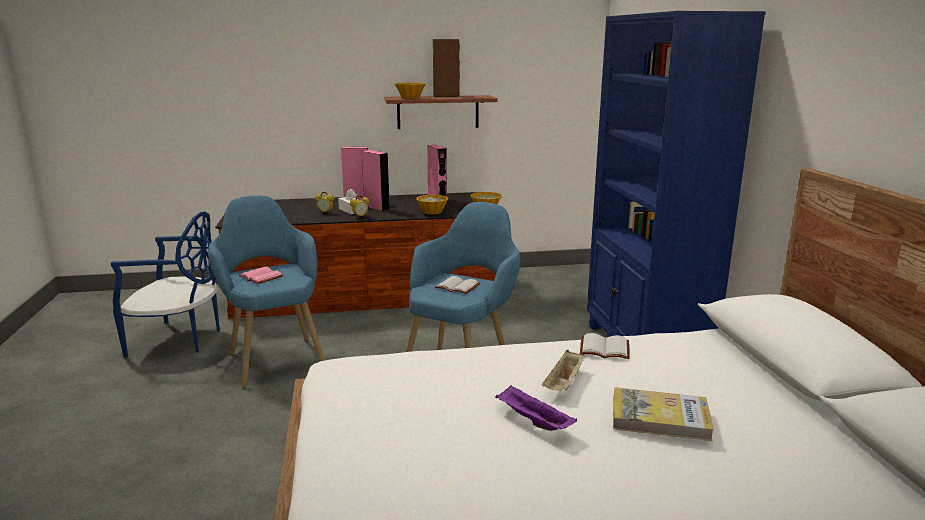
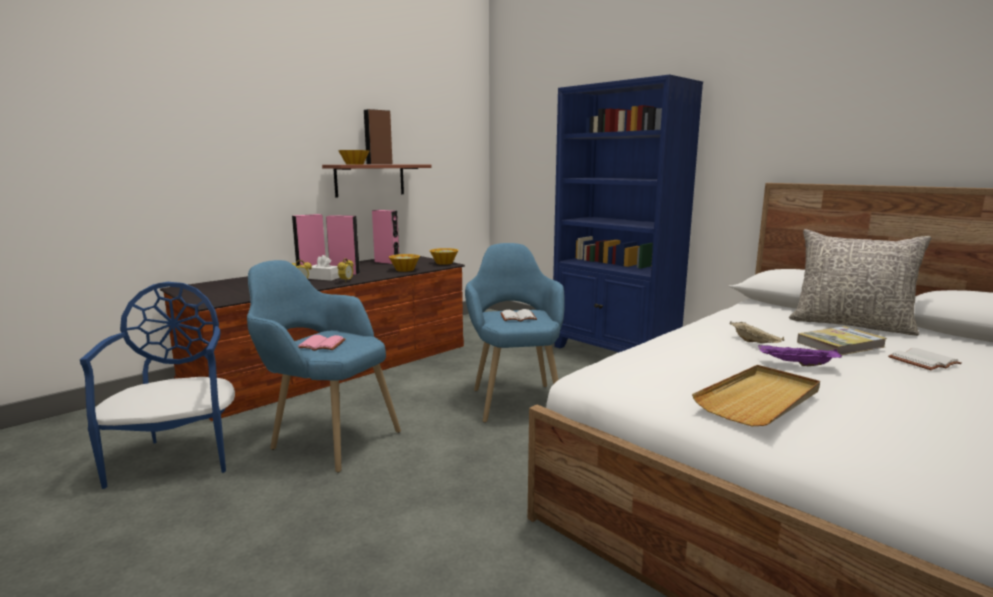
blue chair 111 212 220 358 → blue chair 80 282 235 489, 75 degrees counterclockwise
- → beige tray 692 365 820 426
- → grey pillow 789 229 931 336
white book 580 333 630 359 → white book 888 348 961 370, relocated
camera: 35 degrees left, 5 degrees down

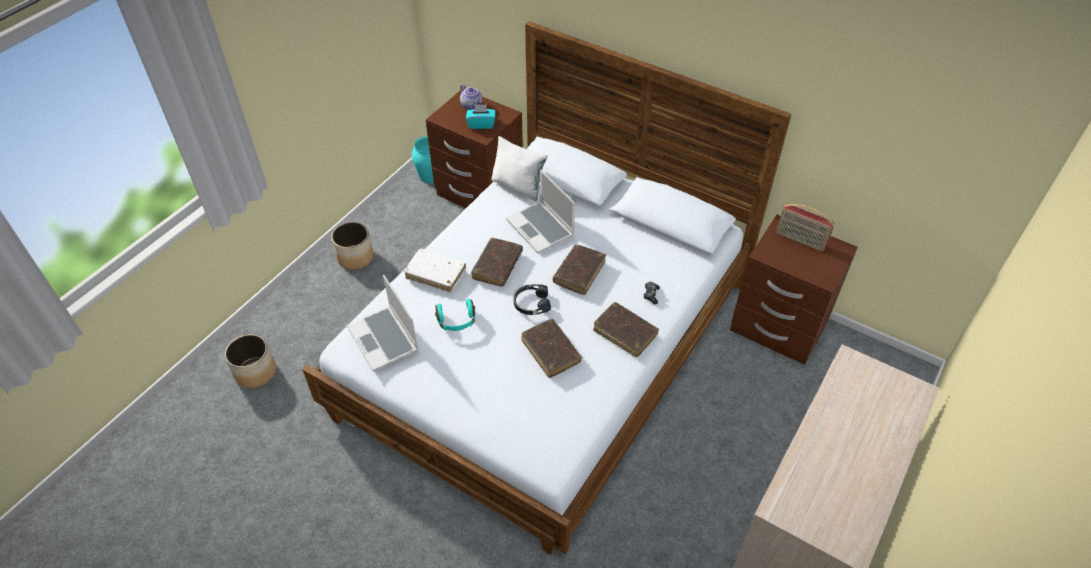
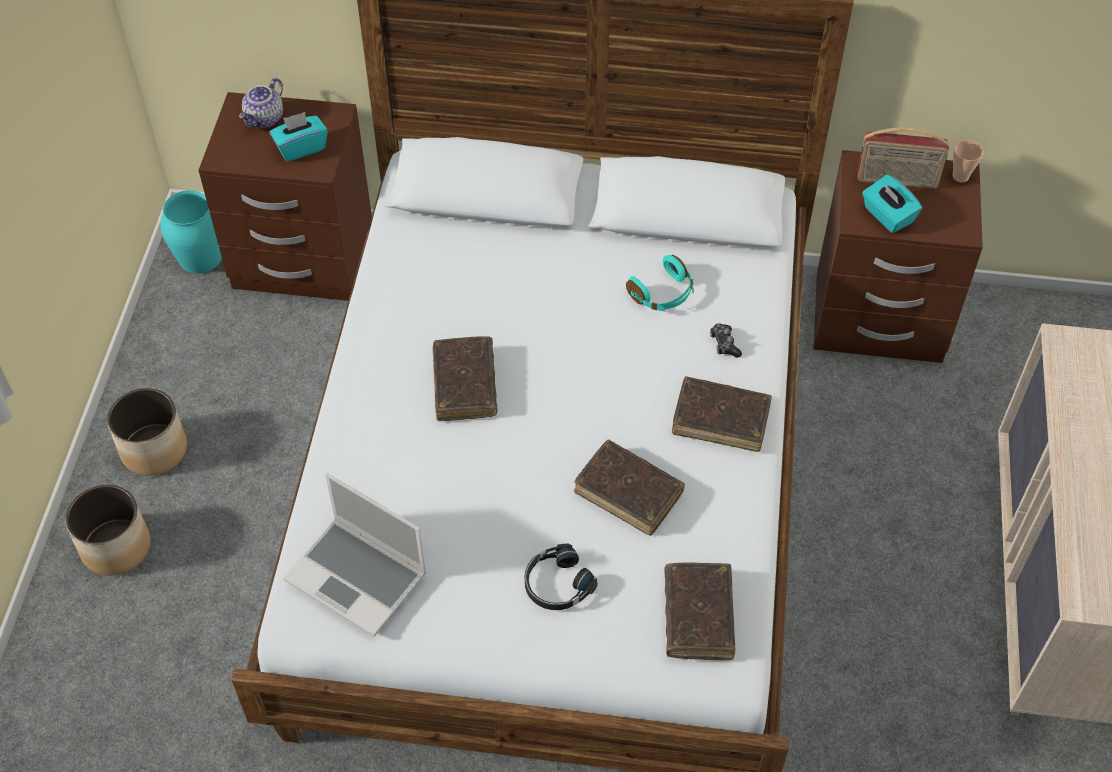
planter 225 334 276 388 → planter 65 485 150 576, relocated
teapot 460 84 483 110 → teapot 239 78 283 128, 90 degrees clockwise
black headphones 513 284 551 315 → black headphones 525 543 598 610, relocated
turquoise headphones 435 299 475 331 → turquoise headphones 626 255 694 311, relocated
brown book 553 245 606 295 → brown book 664 562 735 660, relocated
- → turquoise tissue box 862 174 922 233
- → cup 952 140 984 182
white book 404 248 466 293 → -
white pillow 491 136 548 201 → -
laptop 506 170 575 253 → -
camera: 25 degrees left, 5 degrees up

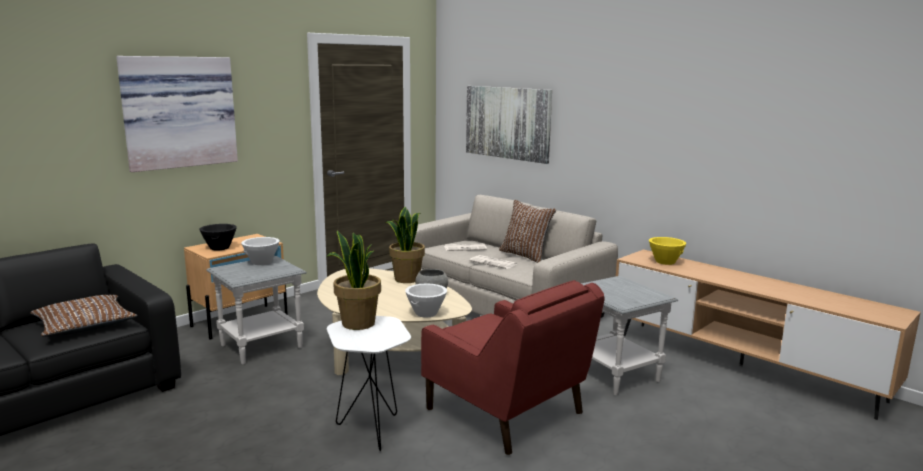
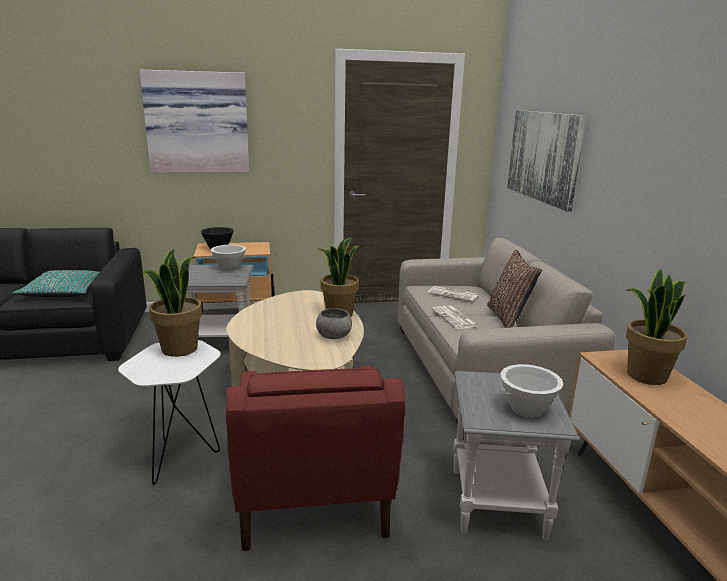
brown pillow 30 295 137 337 → turquoise pillow 12 270 100 297
white bowl 405 283 447 318 → white bowl 501 364 563 418, relocated
yellow bowl 649 237 686 265 → potted plant 626 269 688 385
camera: 35 degrees right, 5 degrees up

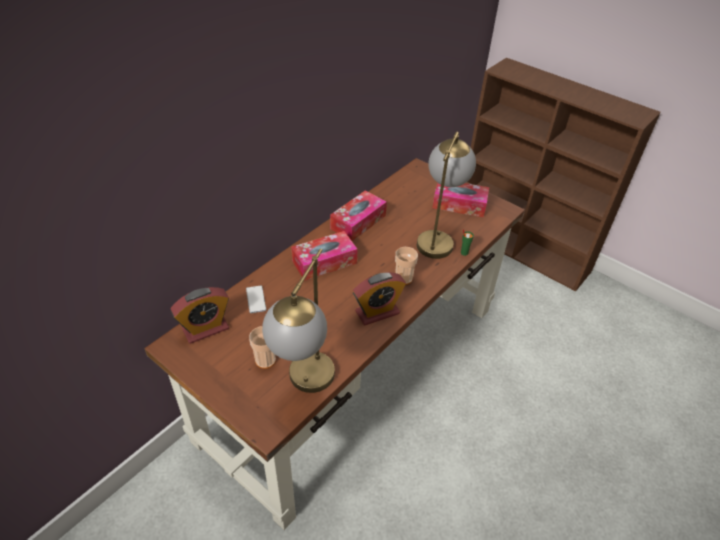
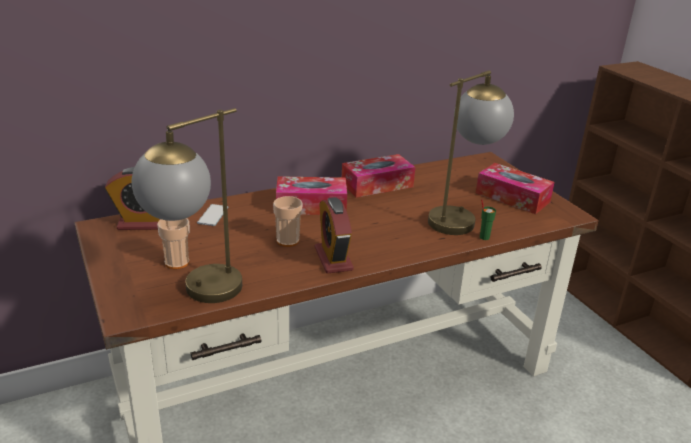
cup 395 247 418 285 → cup 273 196 303 247, relocated
alarm clock 353 272 406 325 → alarm clock 315 197 354 273, 75 degrees clockwise
camera: 25 degrees right, 15 degrees down

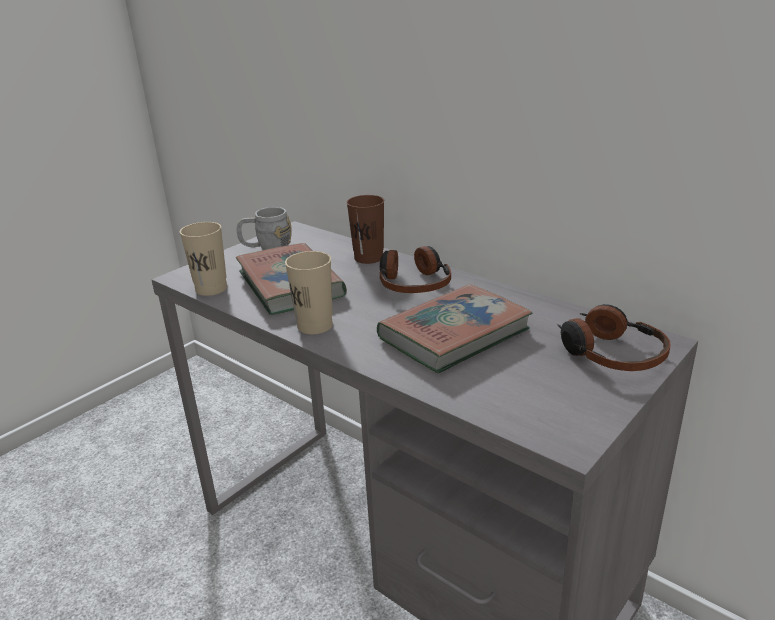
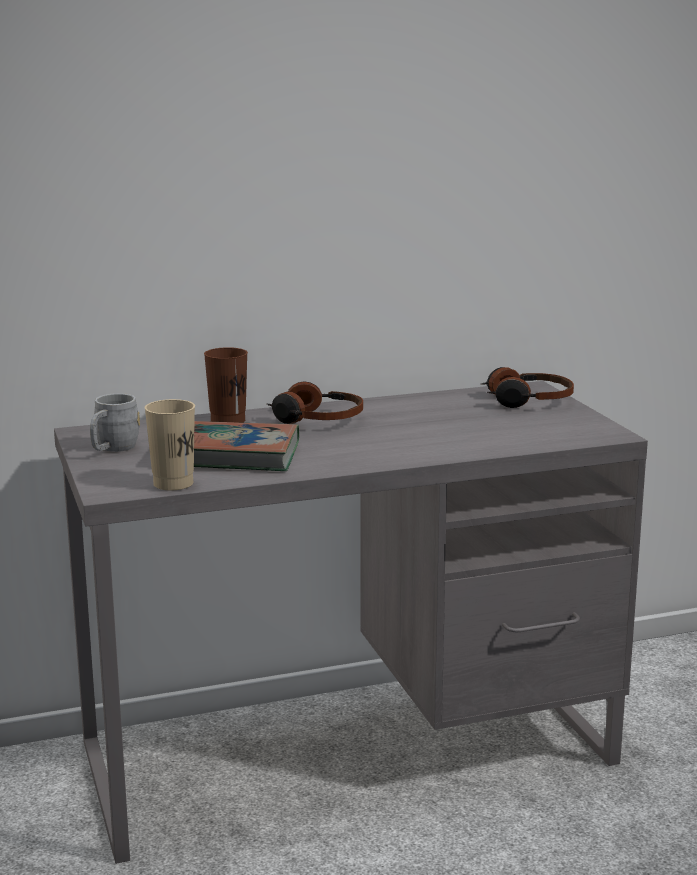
beige cup 285 251 333 334 → -
book 377 284 532 373 → -
camera: 60 degrees left, 10 degrees down

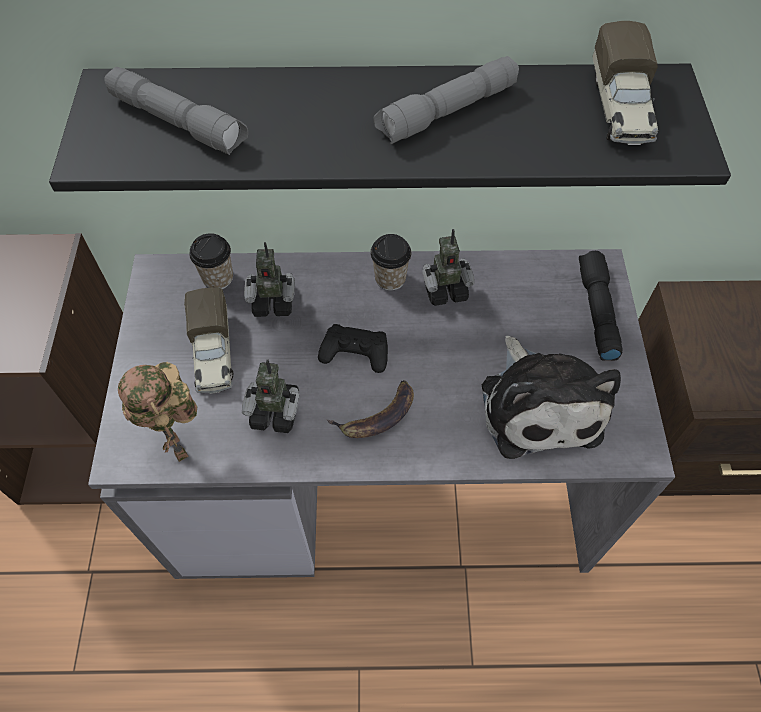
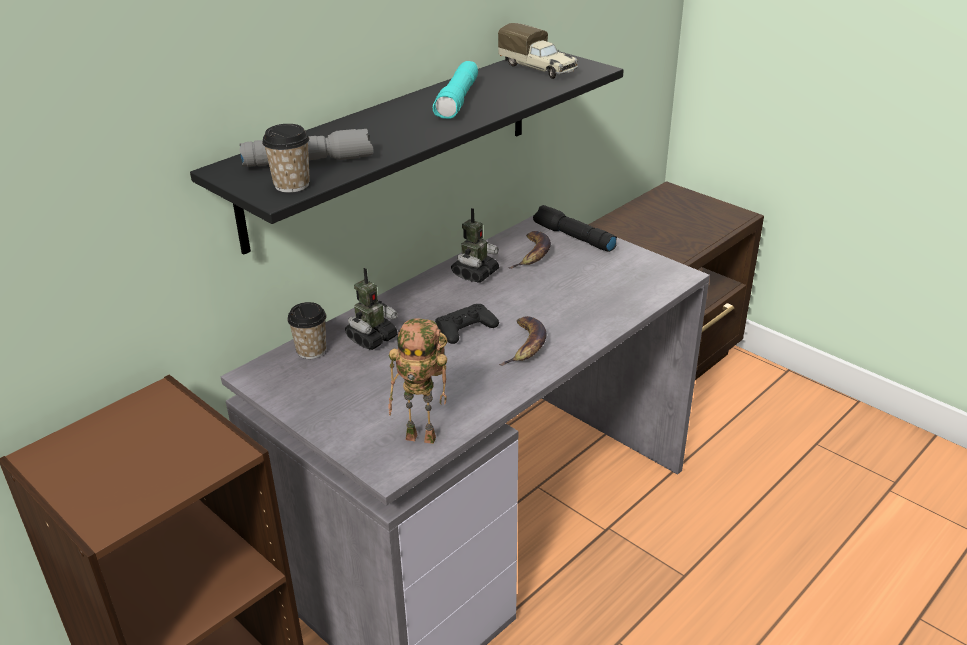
cup 370 234 411 291 → cup 262 124 310 193, relocated
grey flashlight 373 56 519 144 → turquoise flashlight 433 61 478 119
- → banana 508 231 551 269
toy truck 184 288 233 394 → -
toy robot 242 360 300 433 → -
plush toy 482 335 621 459 → -
camera: 45 degrees left, 25 degrees down

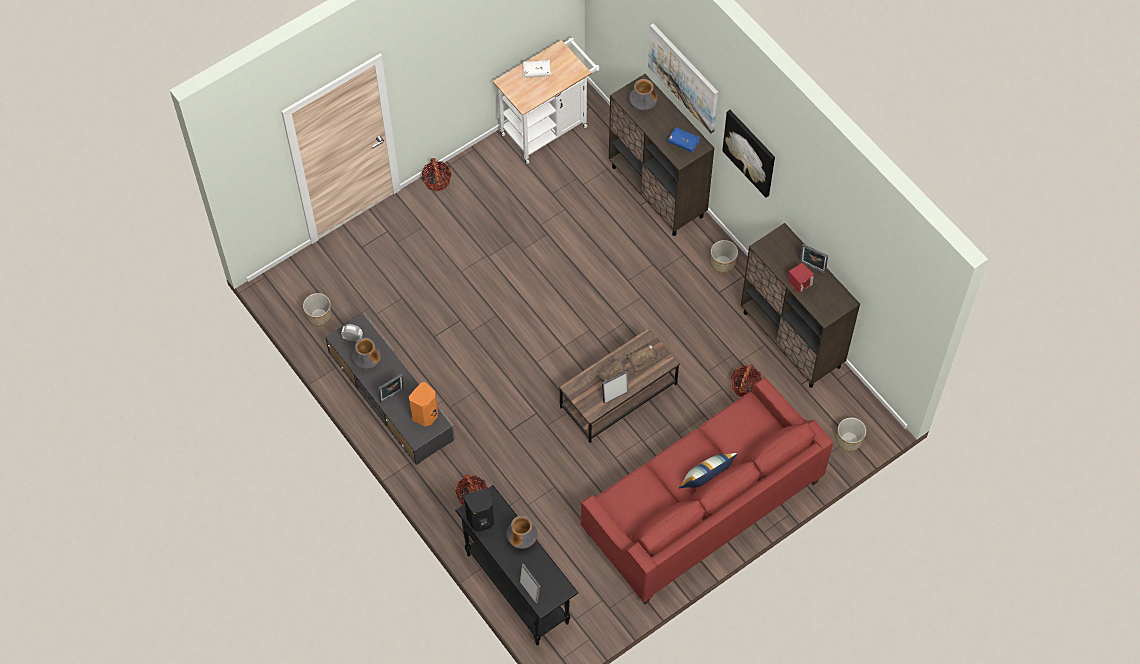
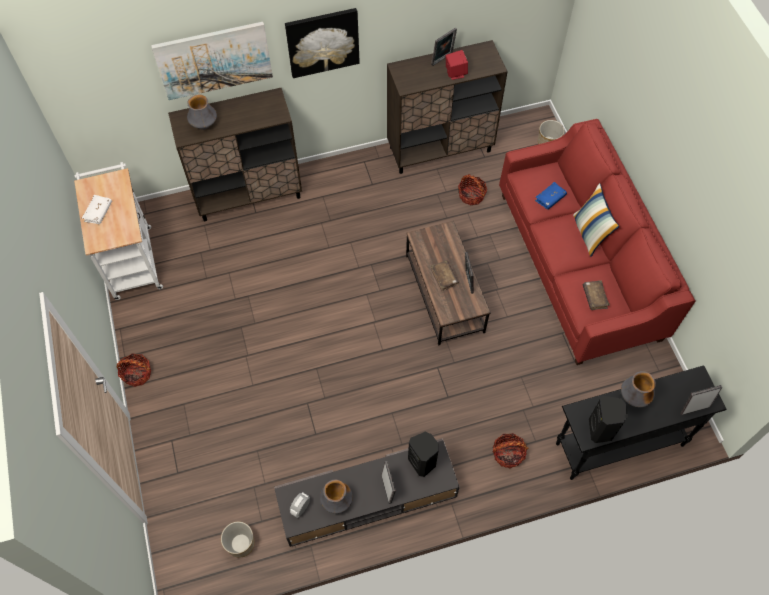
orange speaker 409 382 438 426 → black speaker 408 432 439 477
blue book 668 127 700 152 → blue book 535 182 567 210, relocated
brown book 627 344 660 372 → brown book 583 280 610 310, relocated
planter 711 240 738 273 → -
camera: 70 degrees left, 0 degrees up

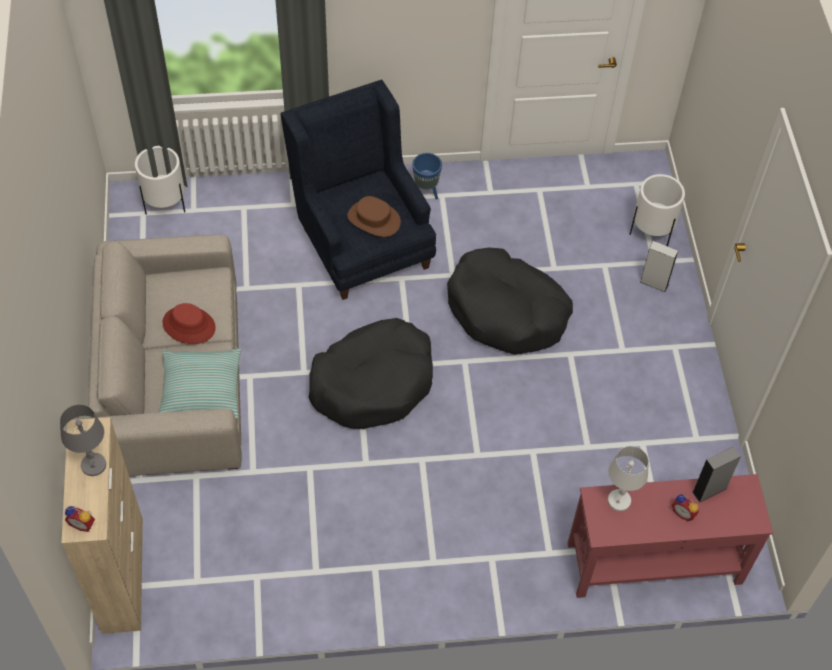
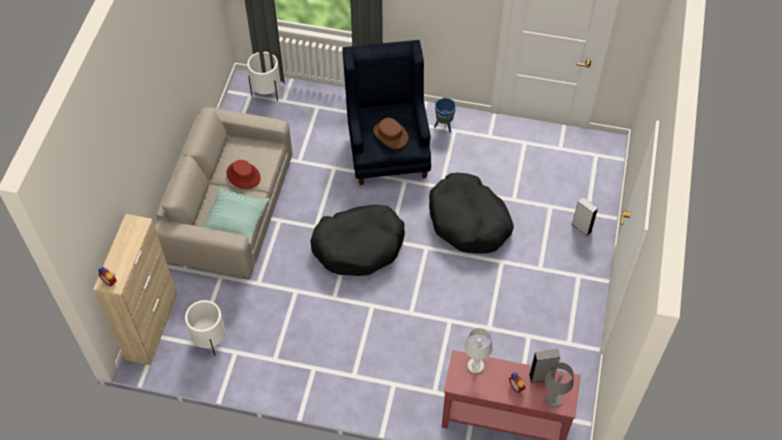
white planter 630 174 685 246 → white planter 185 300 226 355, relocated
grey table lamp 60 405 106 476 → grey table lamp 545 362 574 408, relocated
camera: 20 degrees right, 0 degrees up

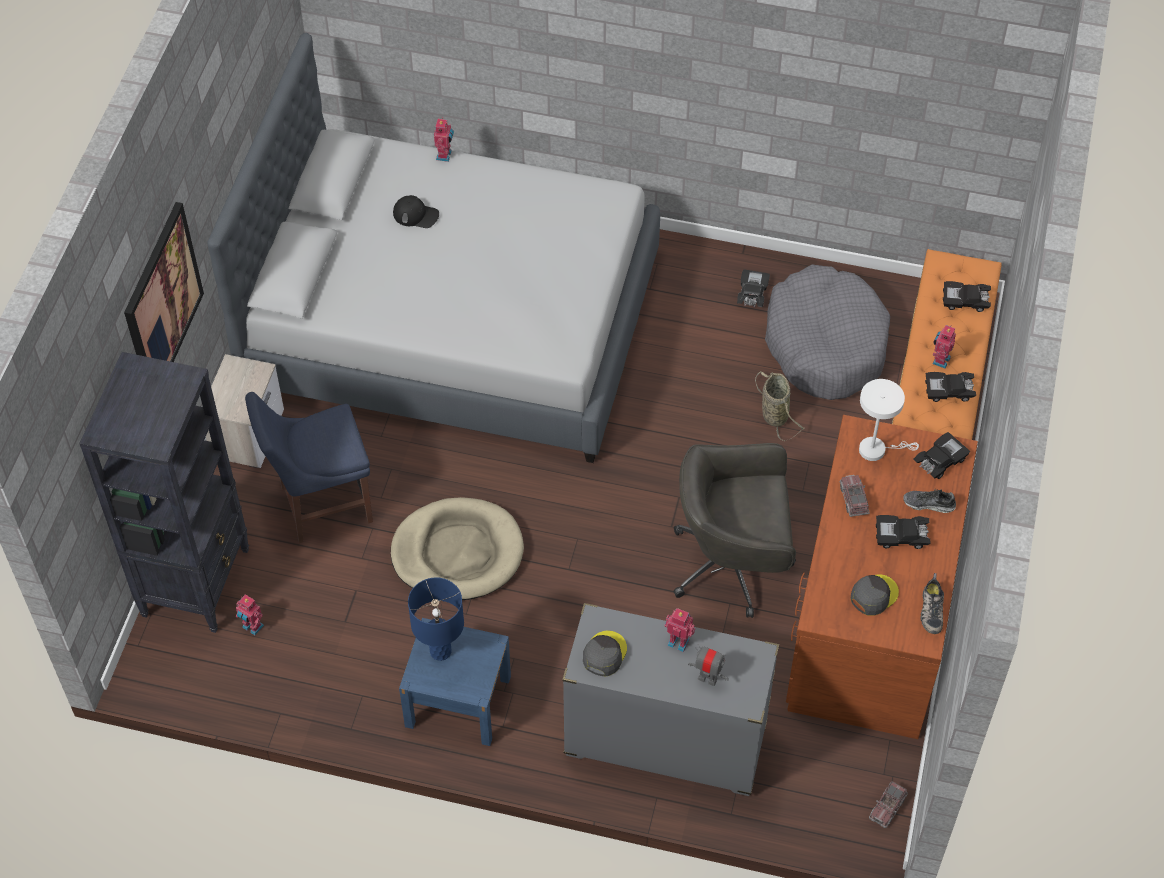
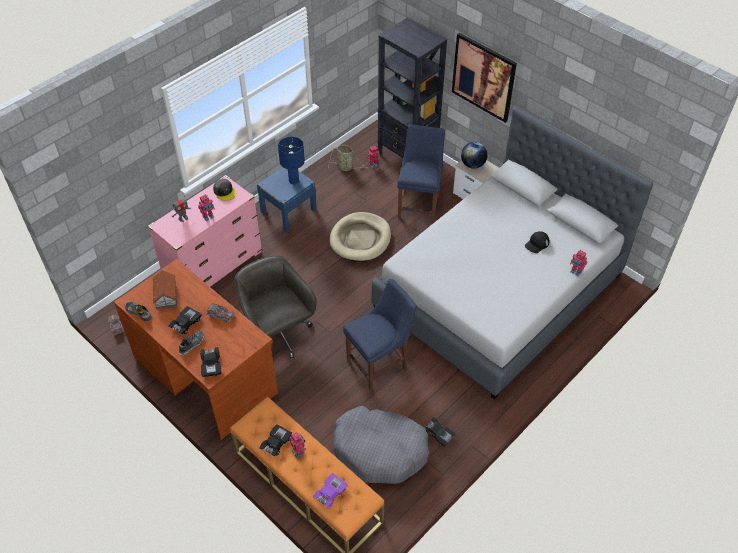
grey dresser 562 603 779 796 → pink dresser 148 175 262 287
grey cap 850 574 899 615 → toy house 152 270 177 309
grey office chair 673 443 796 618 → grey office chair 234 255 317 358, 60 degrees counterclockwise
black toy car 943 281 991 312 → purple toy car 313 473 348 508
basket 755 371 805 441 → basket 328 145 369 171, relocated
- → blue chair 343 279 417 391
- → globe 461 142 488 169
white table lamp 859 379 919 461 → -
camera: 120 degrees right, 5 degrees down

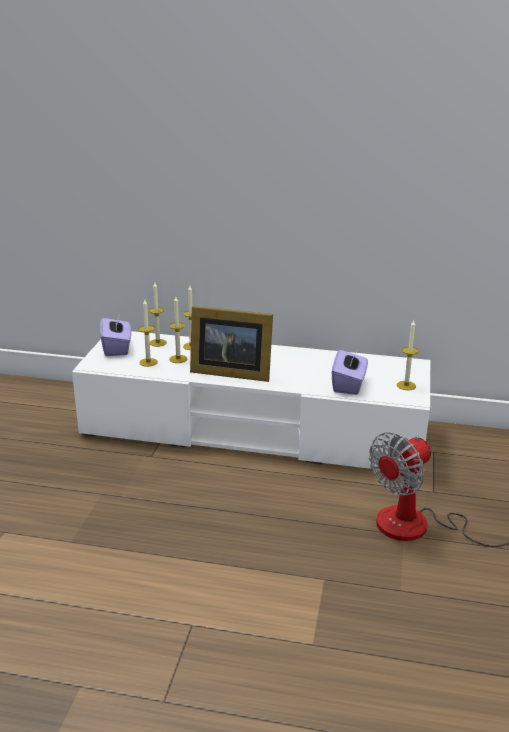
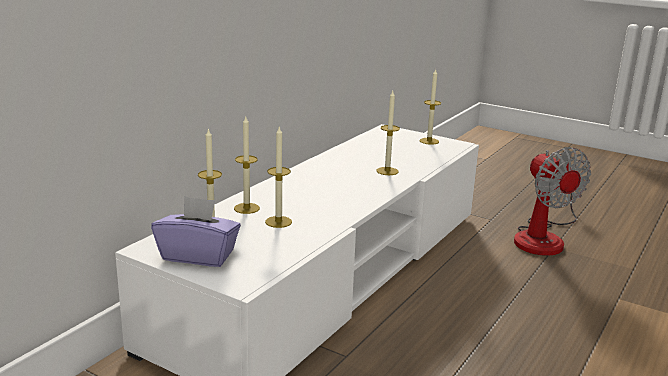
candle 139 300 158 367 → candle 376 91 400 175, relocated
picture frame 190 306 273 382 → -
purple tissue box 332 347 368 395 → -
camera: 70 degrees left, 5 degrees down

